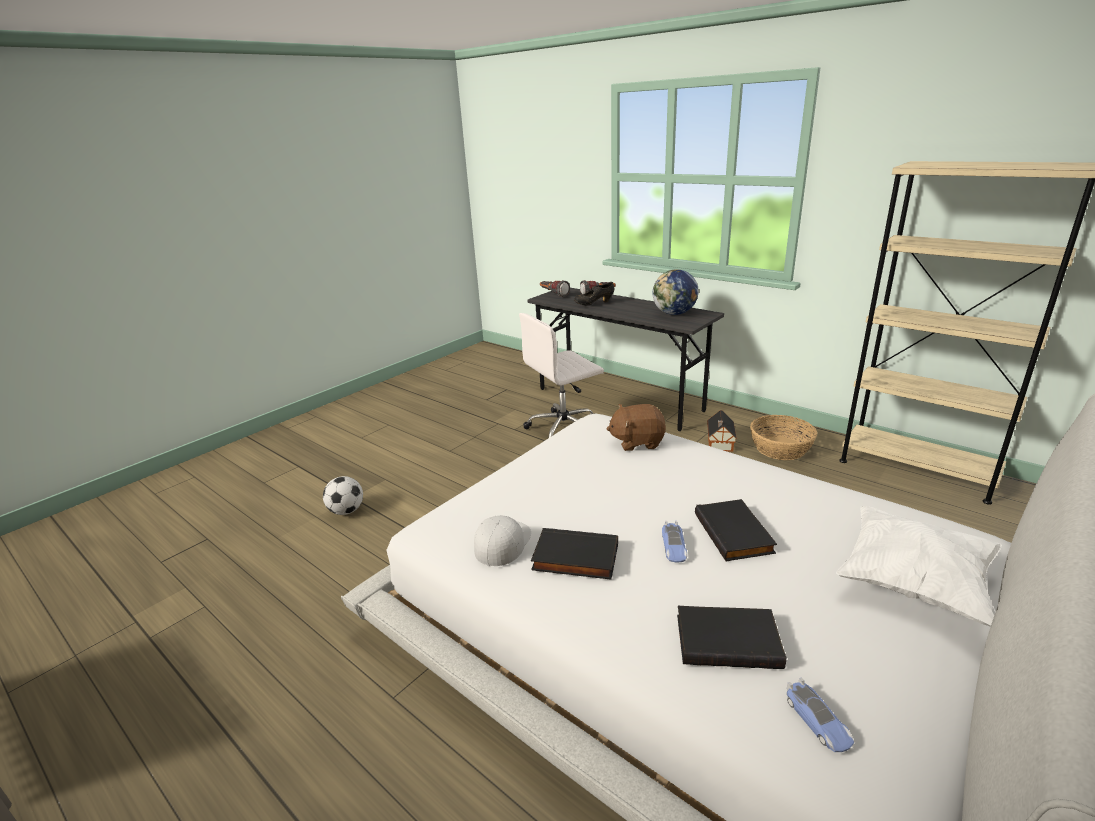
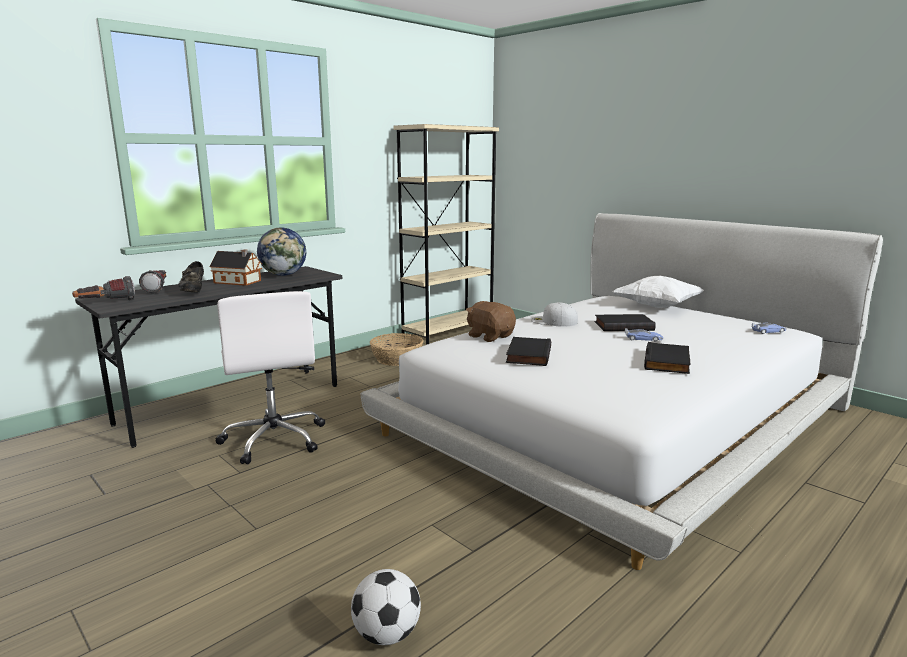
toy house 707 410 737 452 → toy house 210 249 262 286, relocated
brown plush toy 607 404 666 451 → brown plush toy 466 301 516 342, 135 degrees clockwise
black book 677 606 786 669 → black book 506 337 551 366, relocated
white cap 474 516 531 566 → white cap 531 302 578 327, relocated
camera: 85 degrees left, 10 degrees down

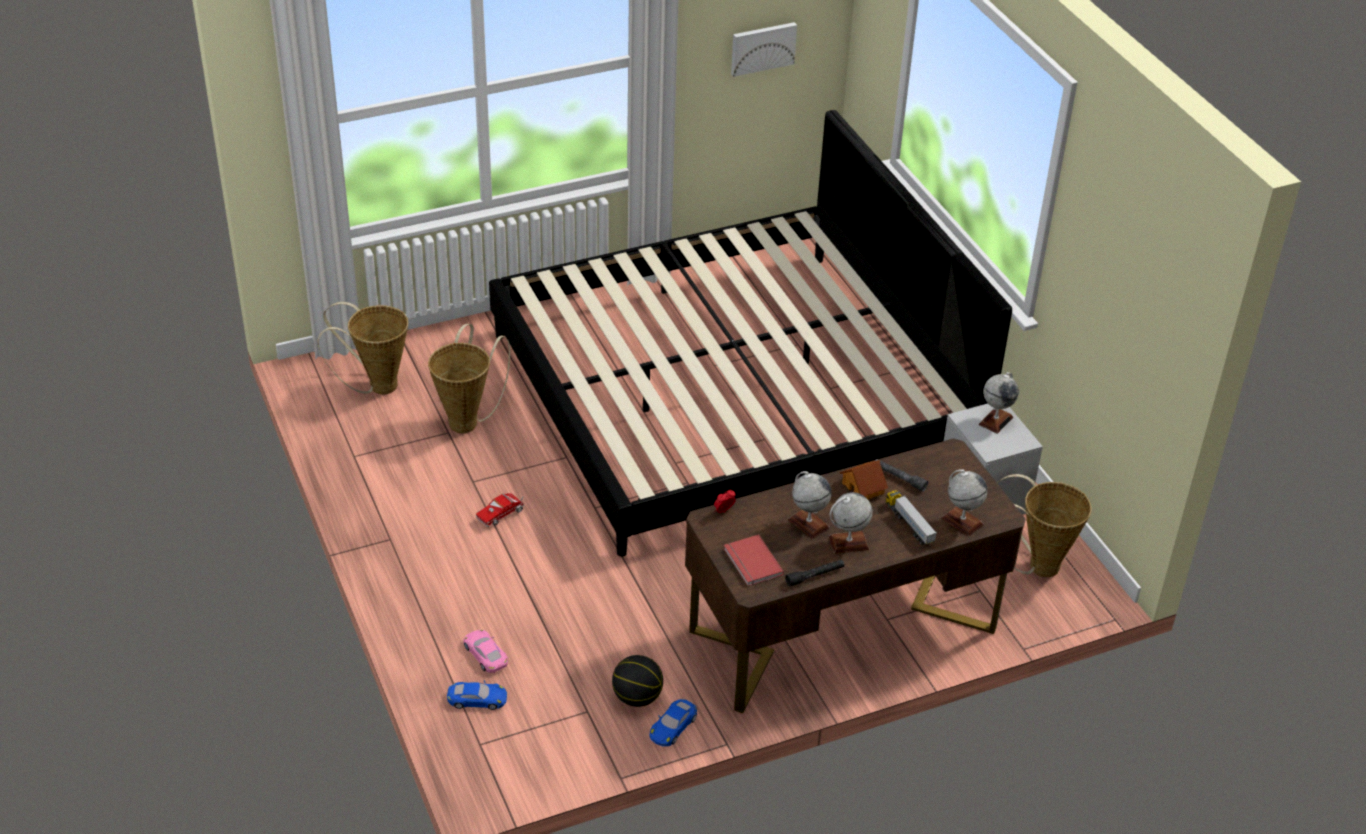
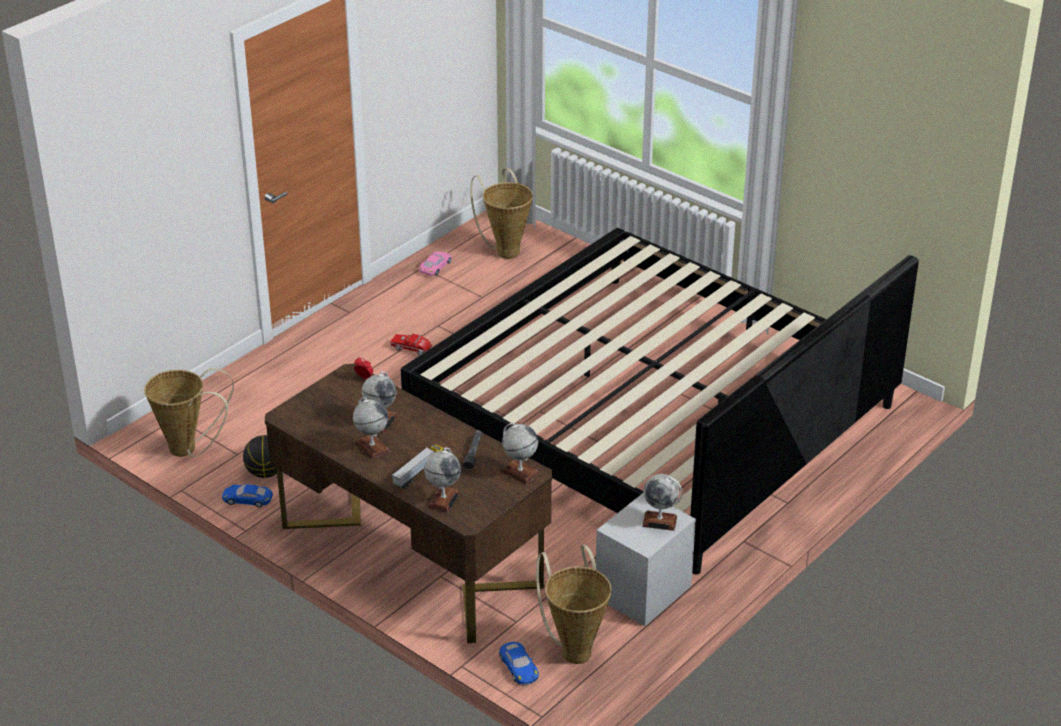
basket 428 324 510 433 → basket 144 368 234 457, relocated
pink toy car 464 630 508 673 → pink toy car 419 251 452 276, relocated
blue toy car 447 680 507 710 → blue toy car 499 642 539 685, relocated
- → globe 501 423 540 485
red book 724 535 784 586 → -
picture 731 22 797 77 → -
black flashlight 785 560 844 587 → -
toy house 840 460 888 499 → -
camera: 65 degrees right, 5 degrees down

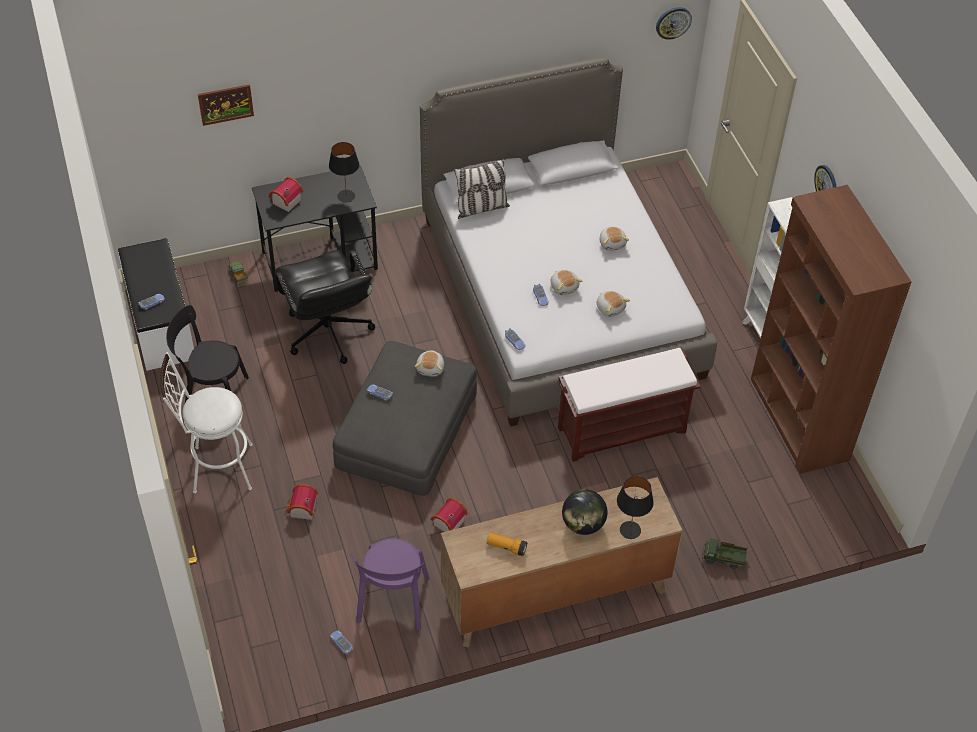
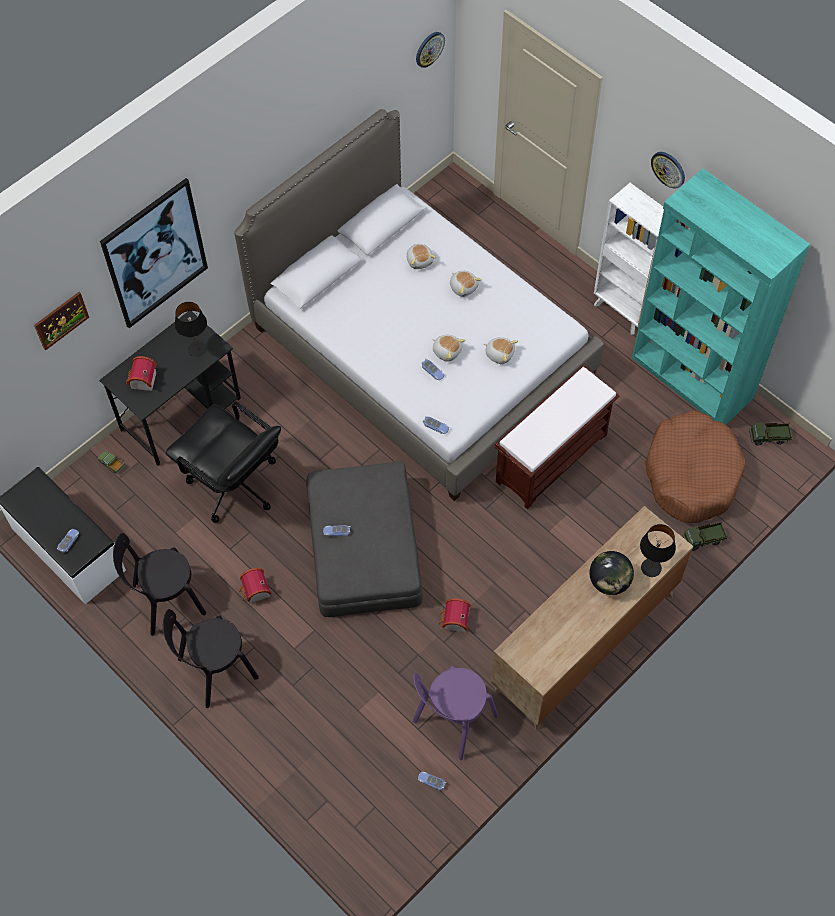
- → picture 100 178 208 328
white stool 160 352 253 493 → black chair 163 609 259 708
toy house 285 484 318 520 → toy house 239 568 272 603, relocated
plush toy 415 350 444 377 → plush toy 407 244 436 269, relocated
purple chair 349 538 429 630 → purple chair 412 665 498 760, 60 degrees clockwise
brown bookcase 751 185 911 474 → turquoise bookcase 632 168 810 425
- → brown dog bed 645 411 746 523
- → toy truck 749 422 792 446
pillow 454 159 510 219 → -
flashlight 487 532 527 556 → -
camera: 25 degrees left, 10 degrees up

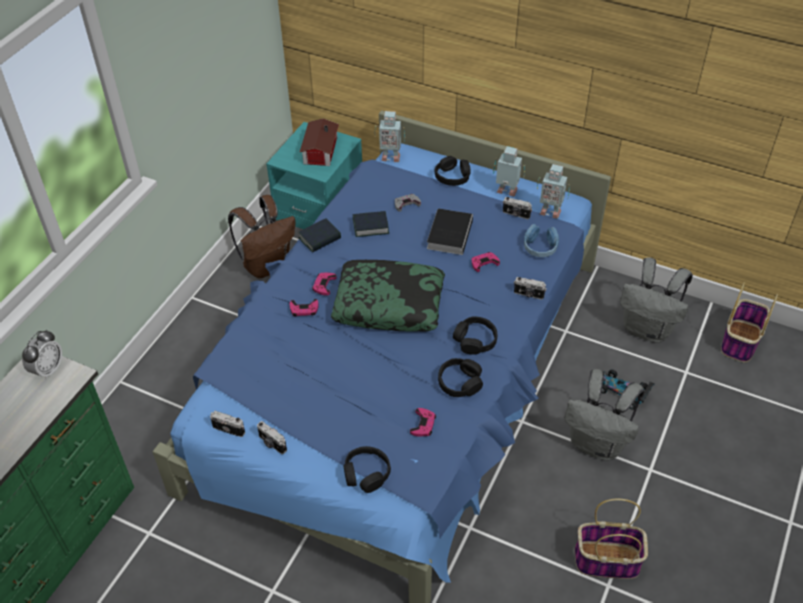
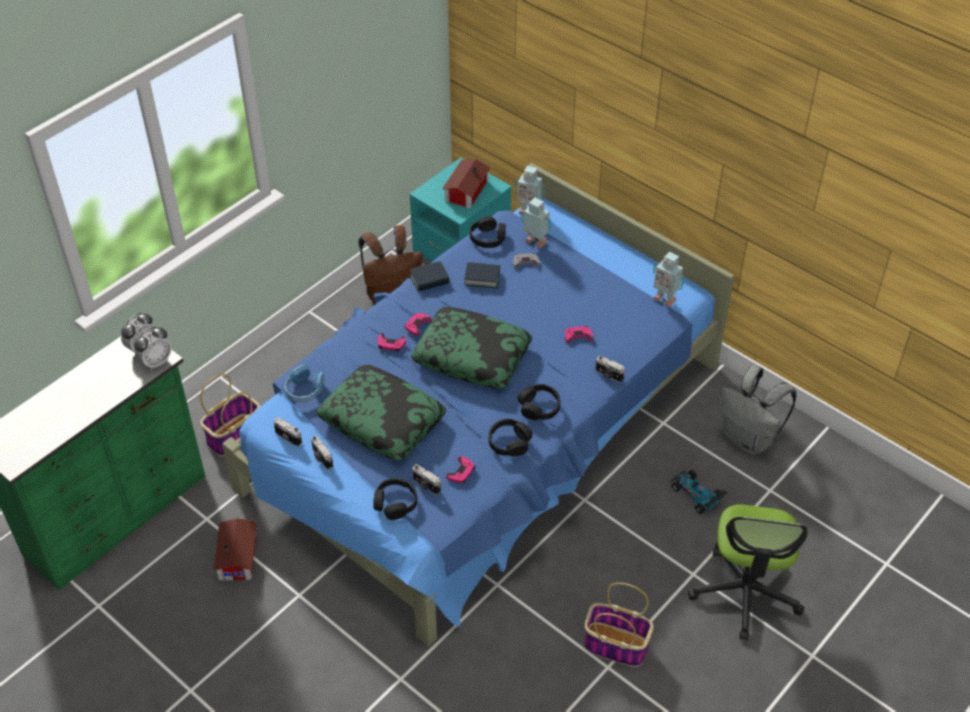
- → alarm clock 134 327 172 370
basket 721 282 778 362 → basket 200 374 260 456, relocated
- → toy house 213 518 257 581
blue headphones 524 224 559 257 → blue headphones 285 365 324 402, relocated
- → pillow 317 365 446 461
photo camera 503 197 532 219 → photo camera 412 464 441 495, relocated
black headphones 435 156 471 186 → black headphones 470 216 506 248, relocated
toy robot 493 146 525 196 → toy robot 522 197 551 249, relocated
- → office chair 687 504 808 640
book 427 209 473 255 → -
grey backpack 565 369 645 461 → -
camera: 15 degrees right, 0 degrees up

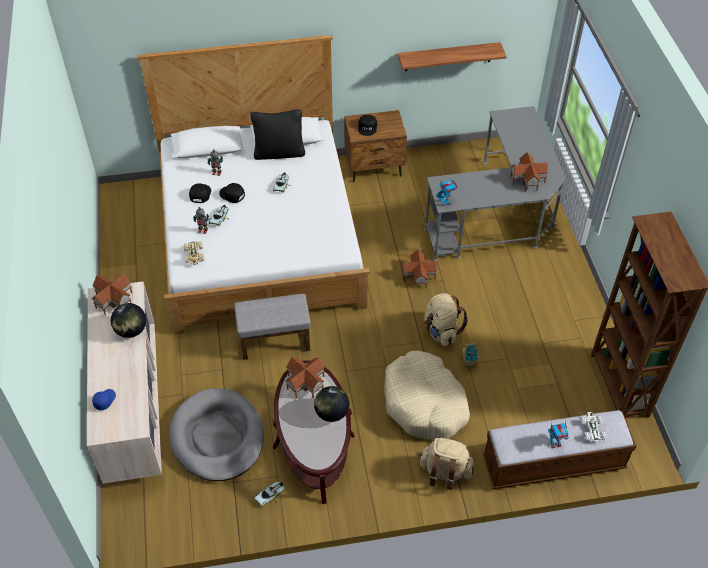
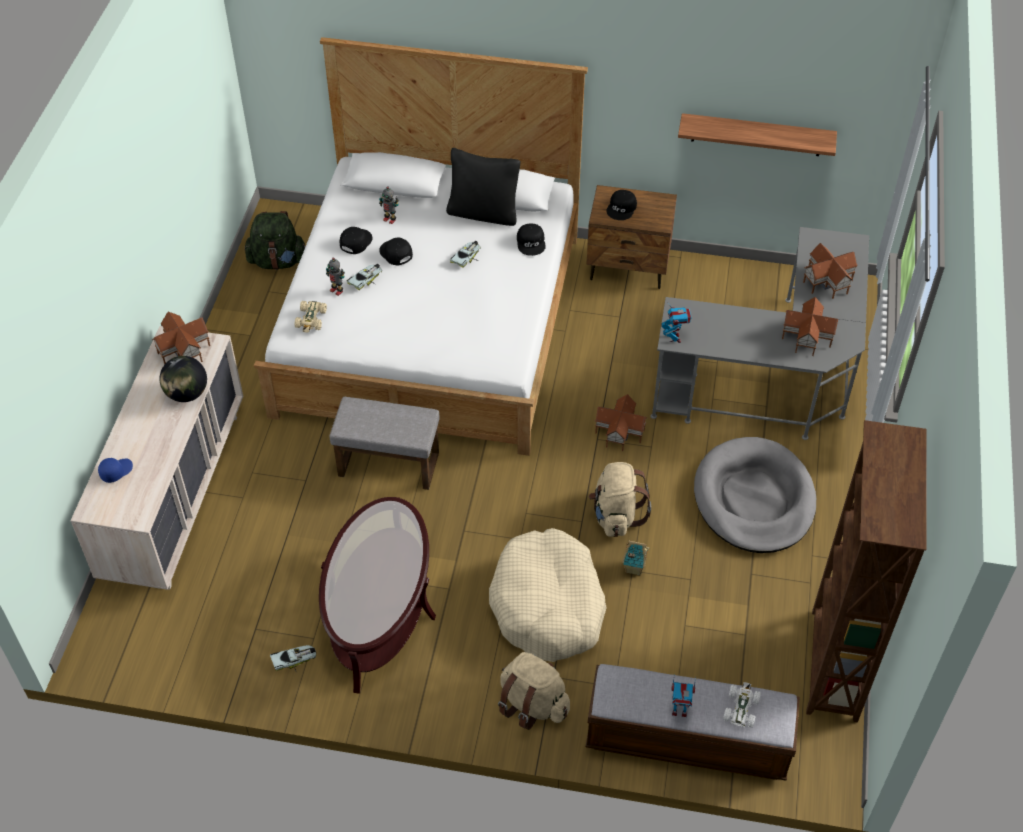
- → green backpack 245 211 306 270
- → black cap 517 223 546 256
grey dog bed 169 388 264 481 → grey dog bed 694 437 816 553, relocated
toy house 285 357 325 398 → toy house 803 243 858 299, relocated
globe 314 386 349 422 → -
camera: 20 degrees right, 0 degrees up

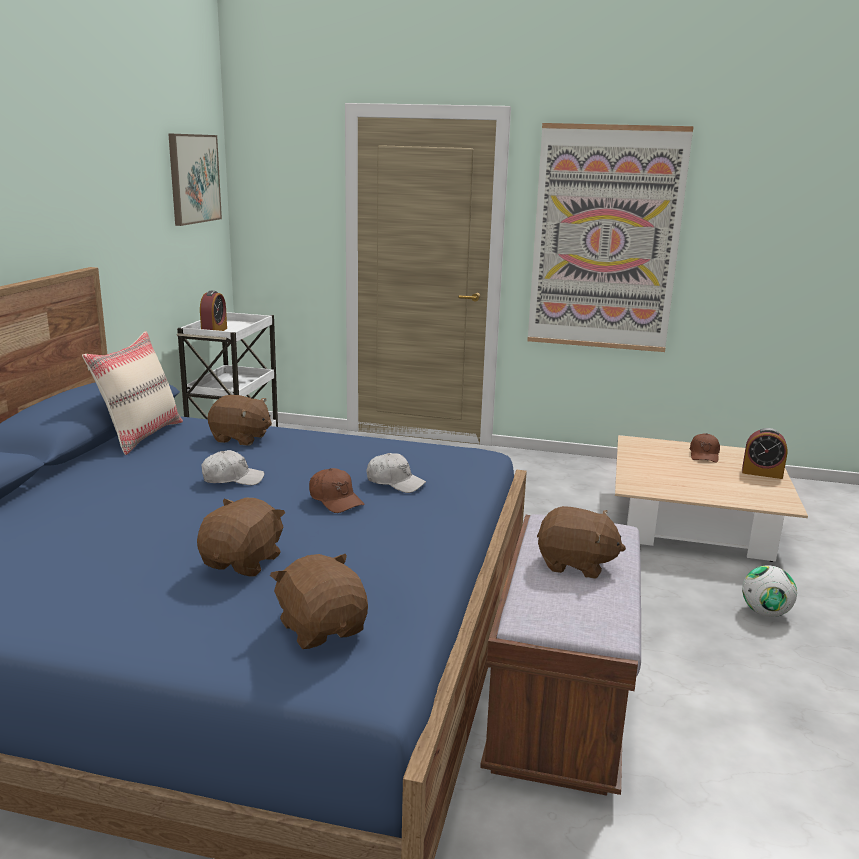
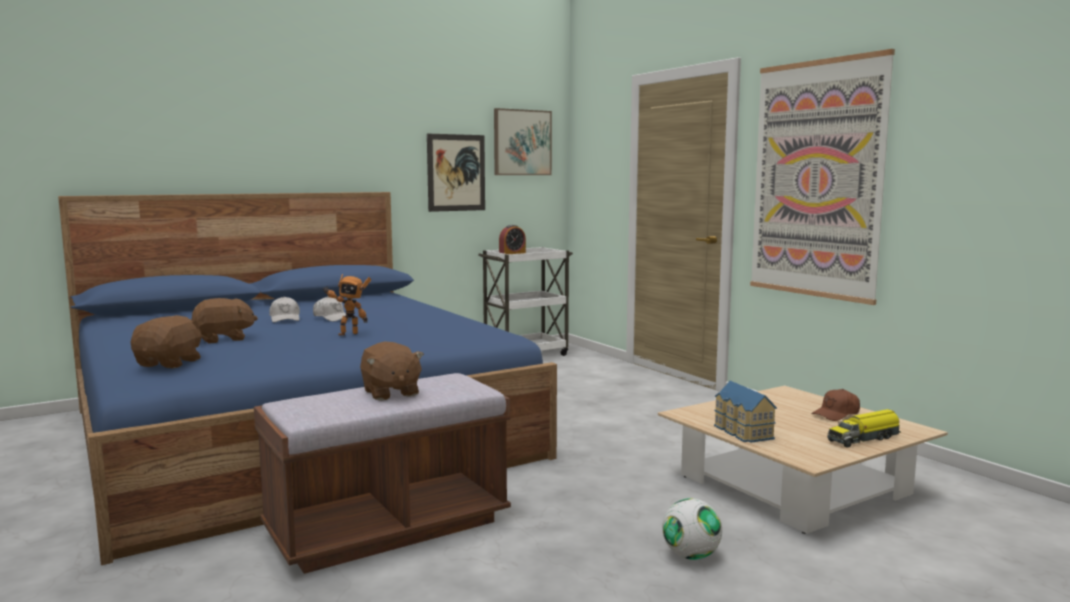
white cap 367 453 426 493 → white cap 269 297 300 323, relocated
brown cap 309 468 364 513 → toy robot 322 274 371 336
- → picture 427 134 485 212
- → toy house 714 381 777 443
alarm clock 742 428 788 479 → toy truck 827 409 901 448
beige pillow 82 331 183 455 → -
brown plush toy 208 395 272 446 → -
camera: 45 degrees right, 10 degrees down

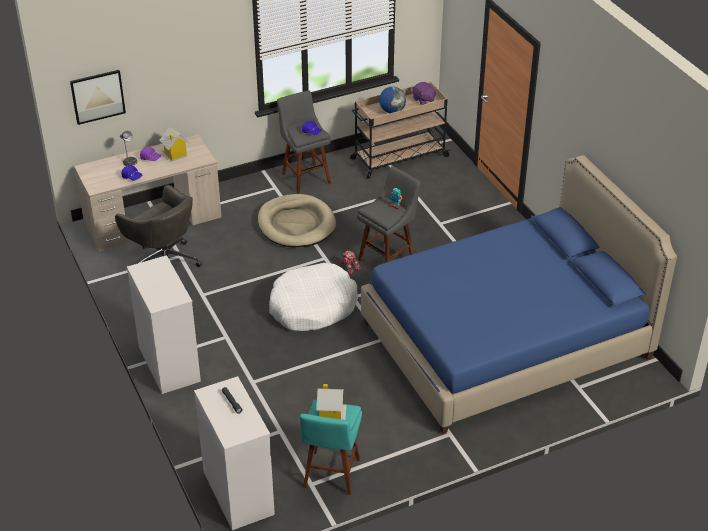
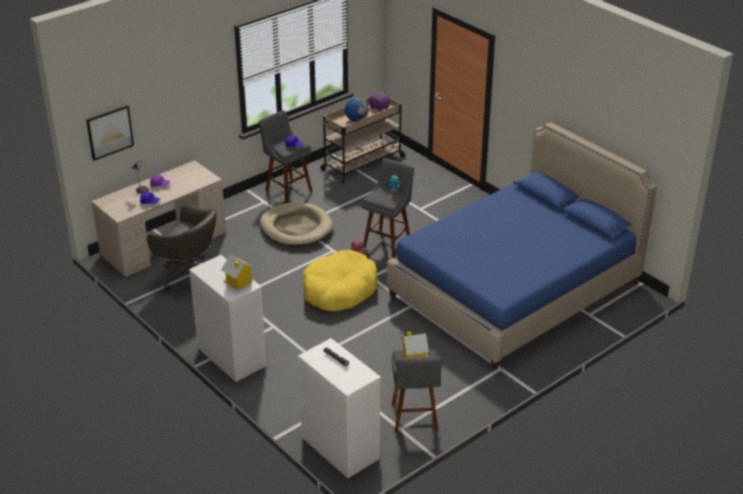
toy house 159 127 189 161 → toy house 221 255 255 291, relocated
white dog bed 269 263 358 331 → yellow dog bed 303 250 377 311
turquoise stool 300 400 362 495 → grey stool 392 350 442 433
camera: 15 degrees left, 5 degrees down

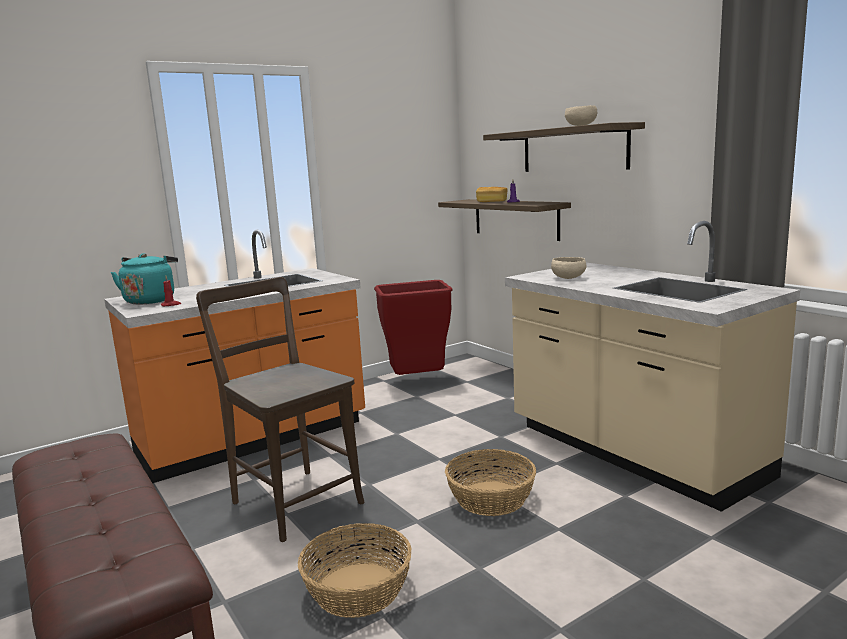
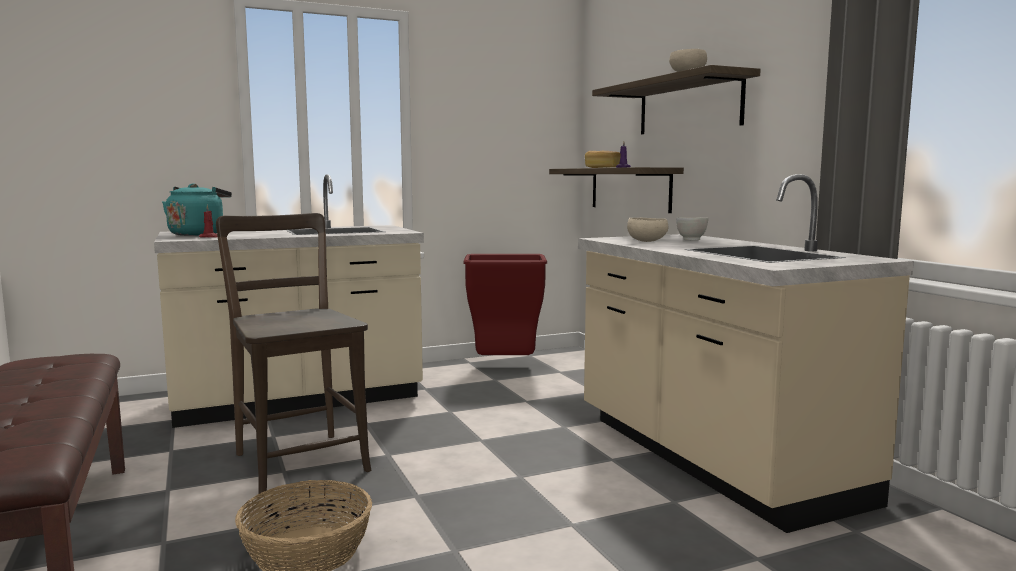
orange counter 104 230 365 483 → beige counter 154 174 424 428
- → white bowl 676 217 708 240
basket 445 449 536 516 → -
camera: 10 degrees right, 5 degrees down

